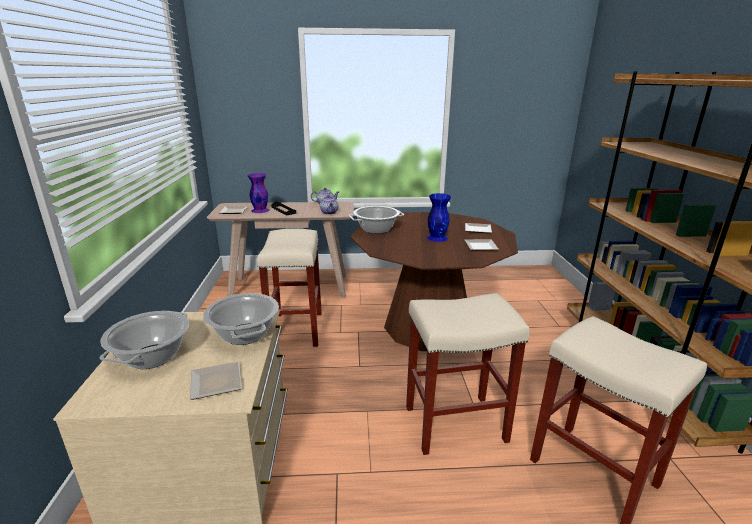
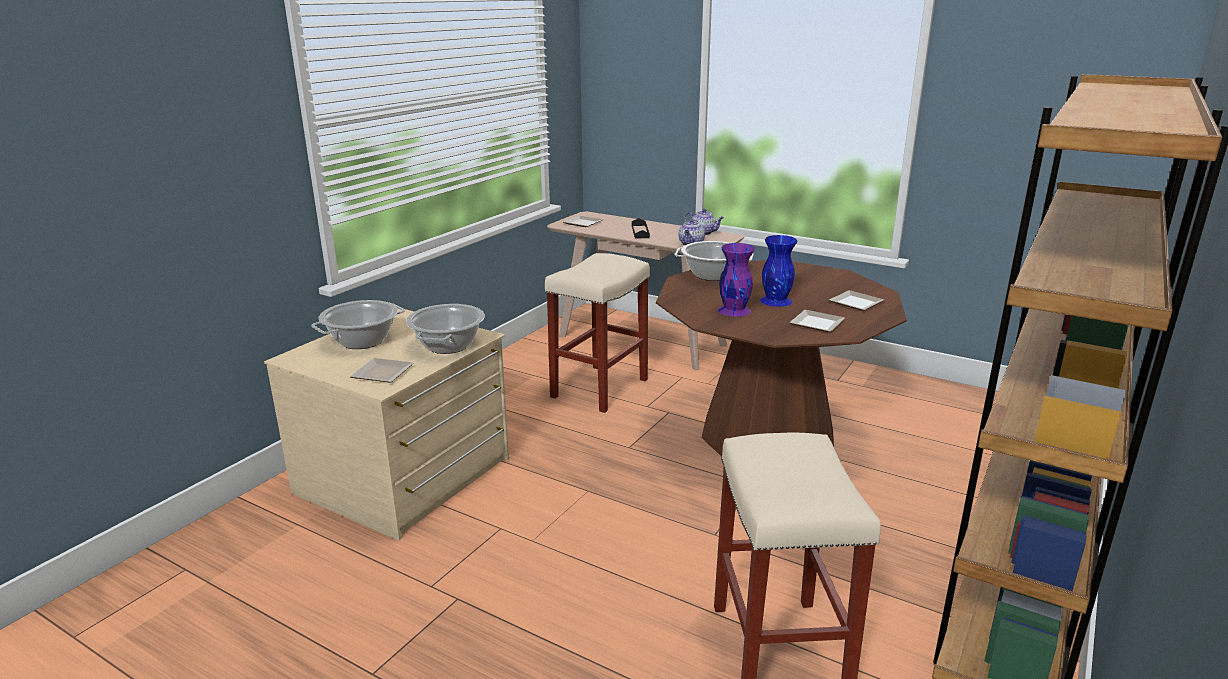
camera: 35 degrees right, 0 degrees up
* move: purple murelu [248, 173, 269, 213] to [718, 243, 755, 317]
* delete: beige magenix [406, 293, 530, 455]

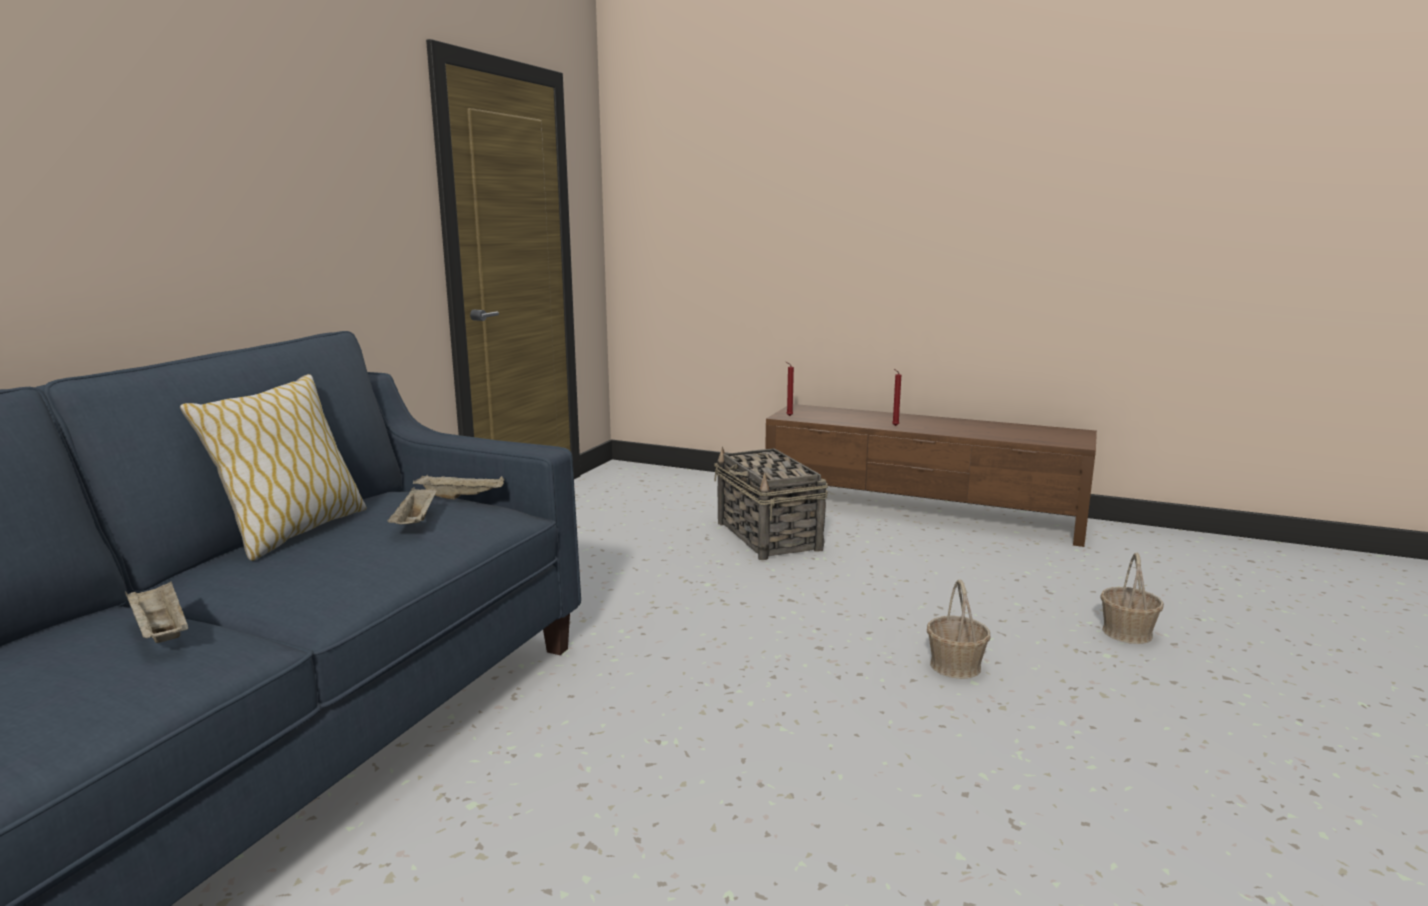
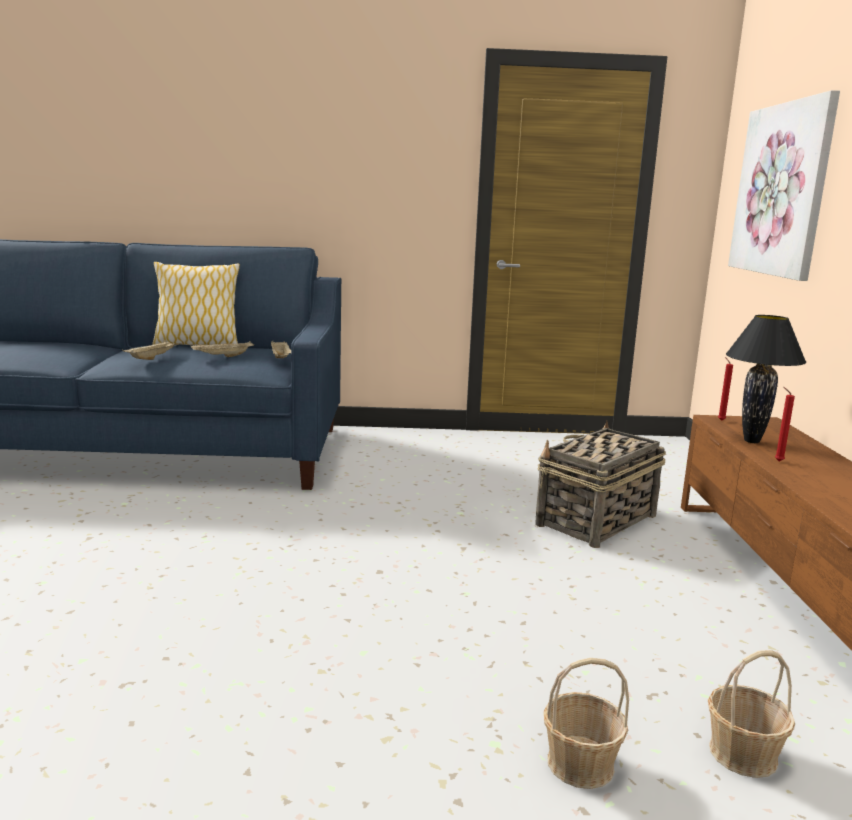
camera: 65 degrees right, 0 degrees up
* move: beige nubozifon [125, 580, 188, 643] to [123, 340, 182, 360]
* move: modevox [927, 580, 990, 679] to [708, 650, 795, 778]
* insert: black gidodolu [726, 315, 806, 443]
* insert: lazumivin [728, 90, 840, 281]

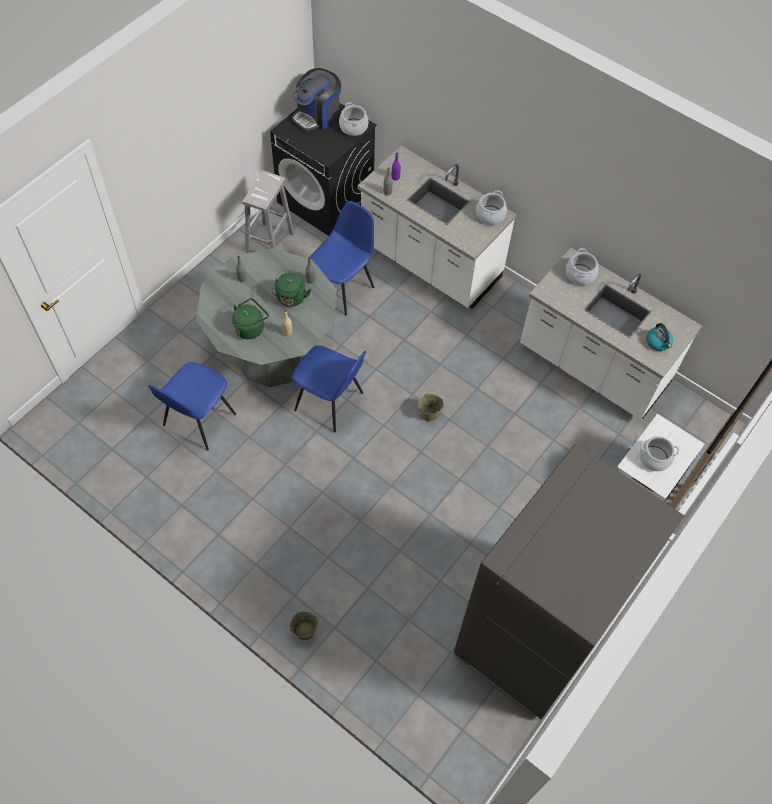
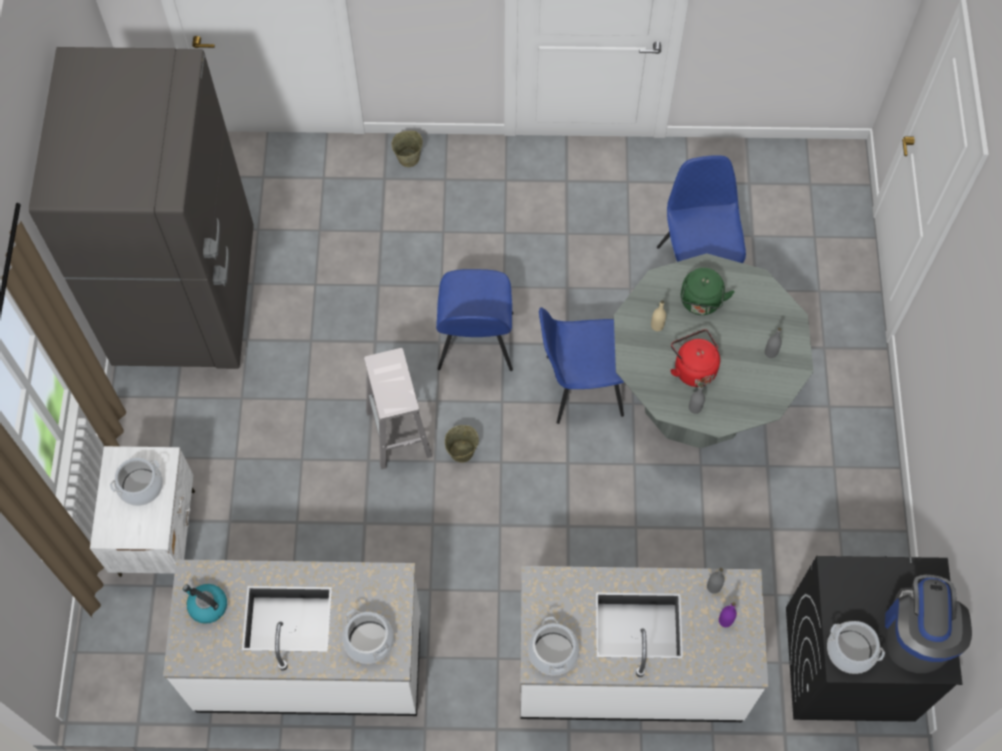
camera: 145 degrees right, 5 degrees up
* move: white magenix [242, 170, 294, 253] to [364, 348, 433, 470]
* recolor: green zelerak [272, 272, 311, 307] to red zelerak [670, 329, 720, 387]
* move: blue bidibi [310, 201, 374, 315] to [436, 269, 514, 371]

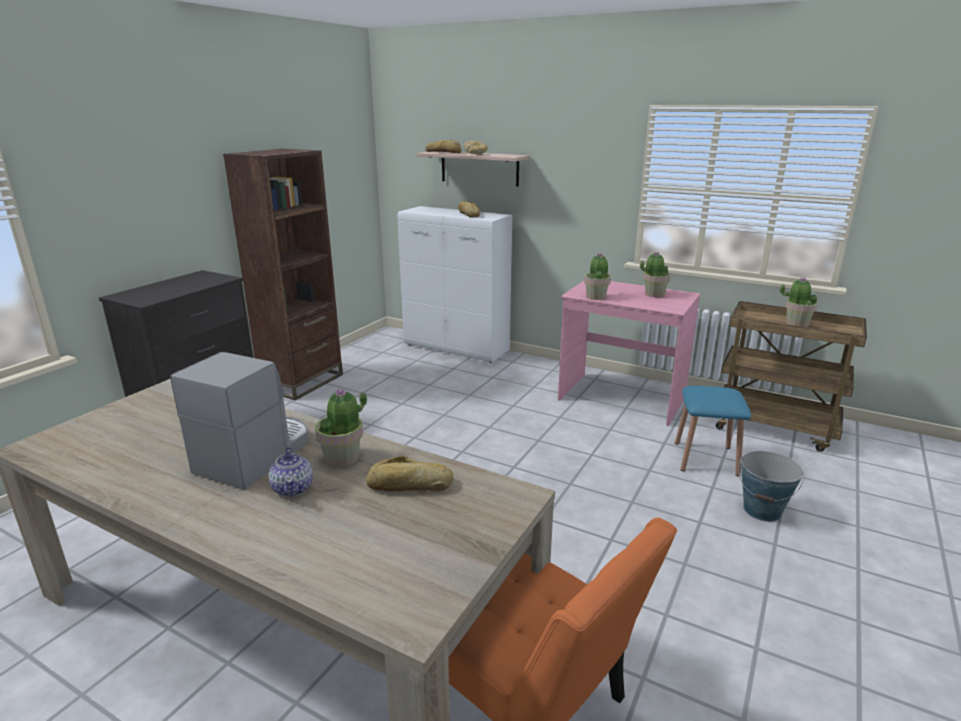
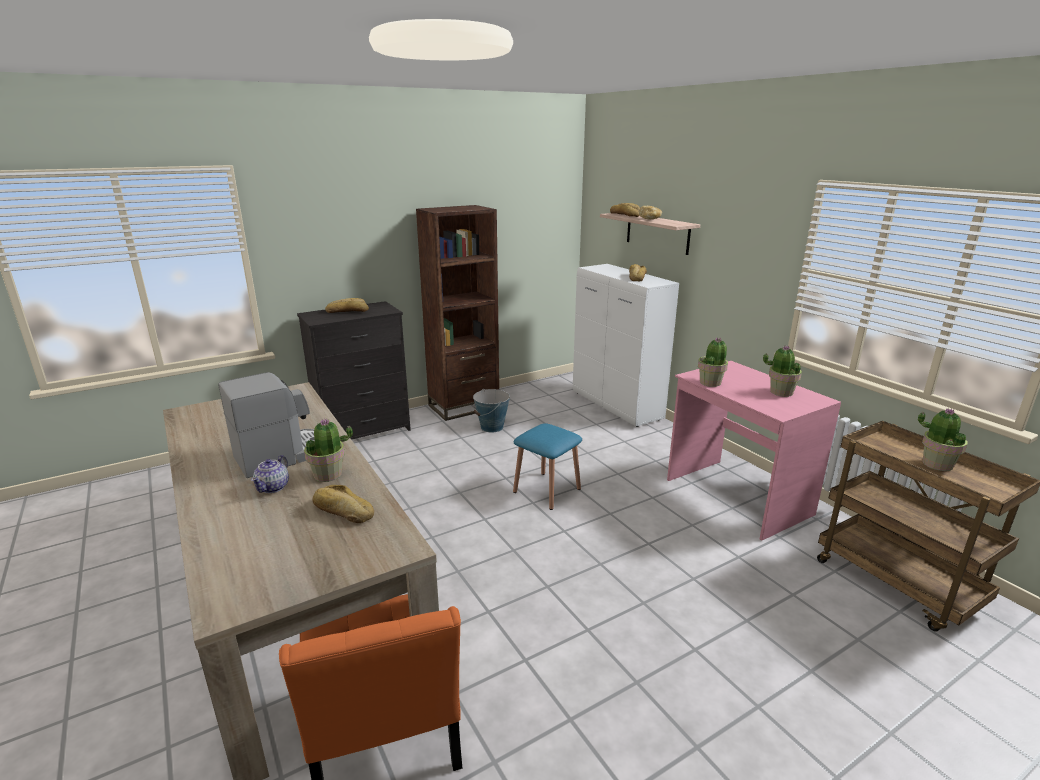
camera: 30 degrees right, 0 degrees up
* move: blue magenix [675, 386, 751, 476] to [513, 423, 582, 510]
* move: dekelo [738, 451, 805, 522] to [473, 389, 510, 433]
* insert: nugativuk [325, 298, 369, 313]

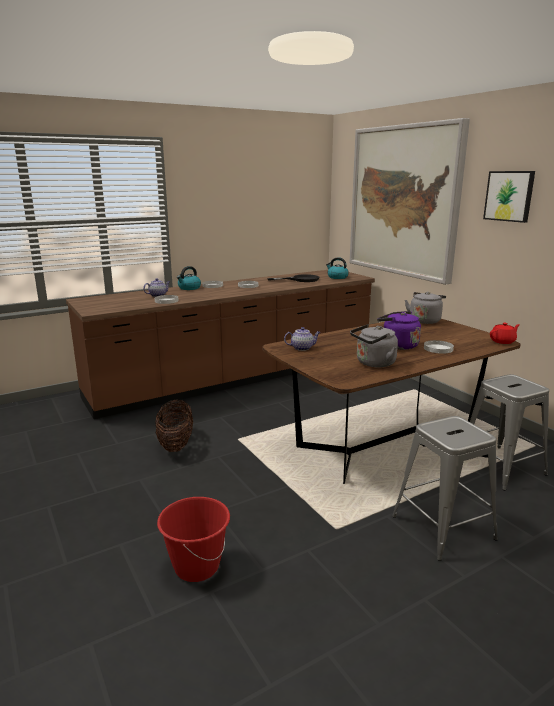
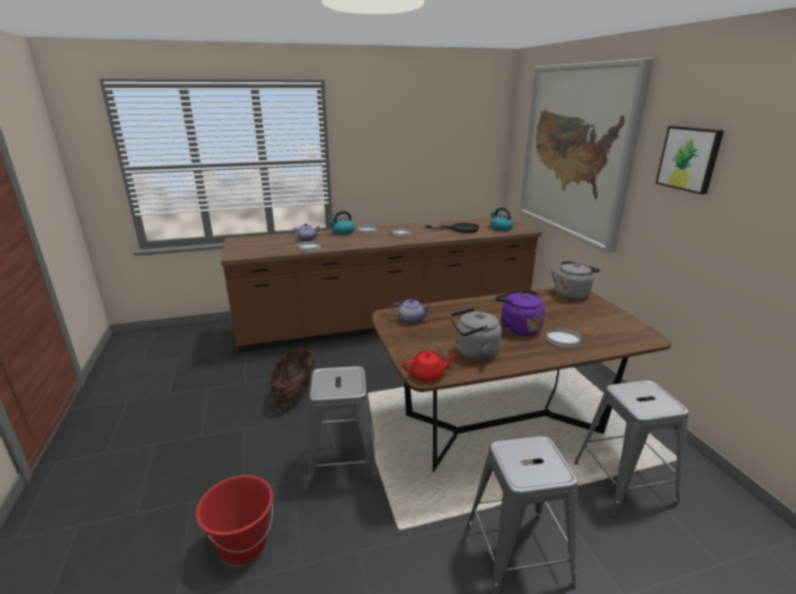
camera: 15 degrees right, 5 degrees up
* move: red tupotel [490, 323, 520, 344] to [403, 351, 456, 382]
* insert: grey magenix [308, 366, 379, 493]

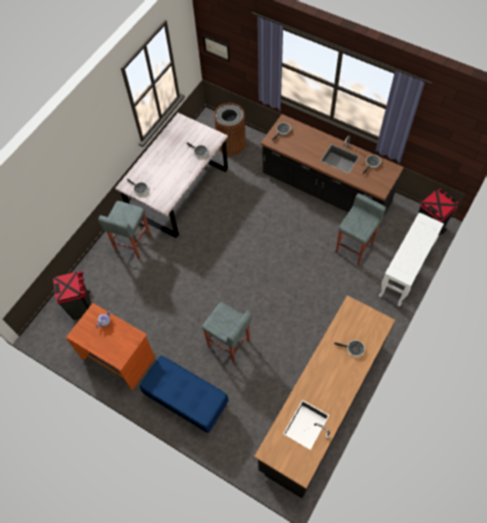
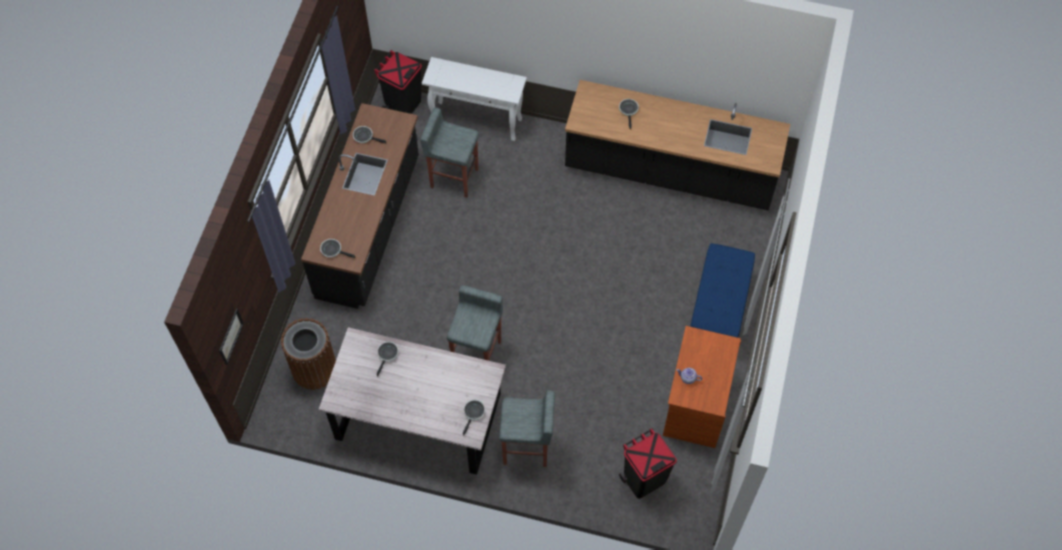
camera: 110 degrees left, 0 degrees up
* move: grey magenix [202, 302, 252, 363] to [447, 285, 503, 361]

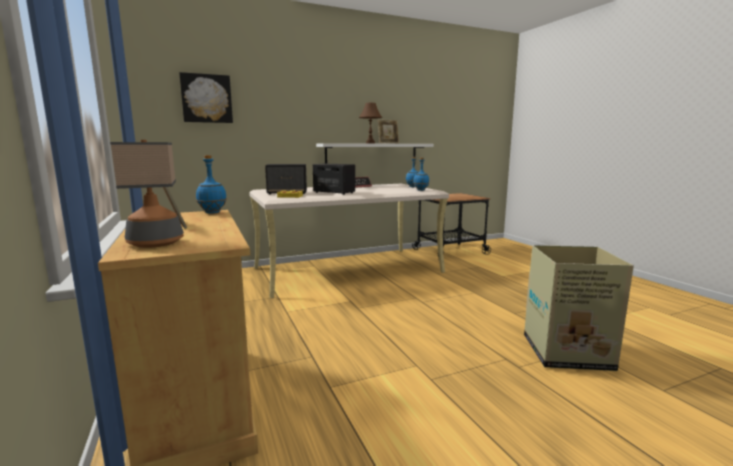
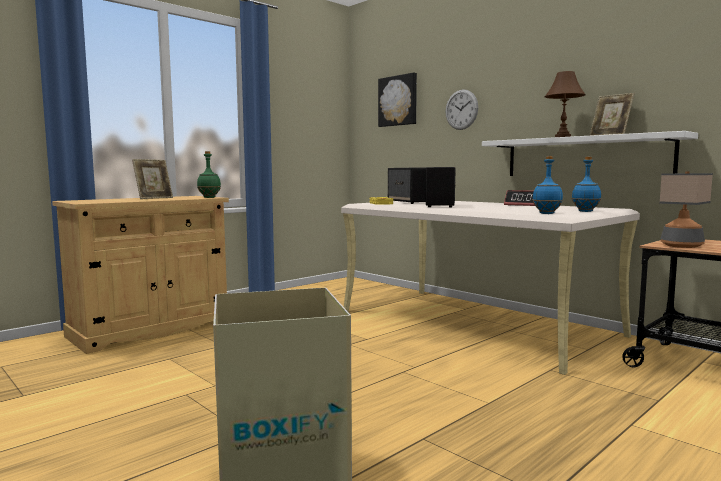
camera: 70 degrees right, 5 degrees down
* move: gidodolu [110, 140, 184, 248] to [659, 172, 713, 248]
* recolor: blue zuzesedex [196, 155, 227, 214] to green zuzesedex [197, 151, 221, 198]
* insert: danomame [445, 90, 478, 130]

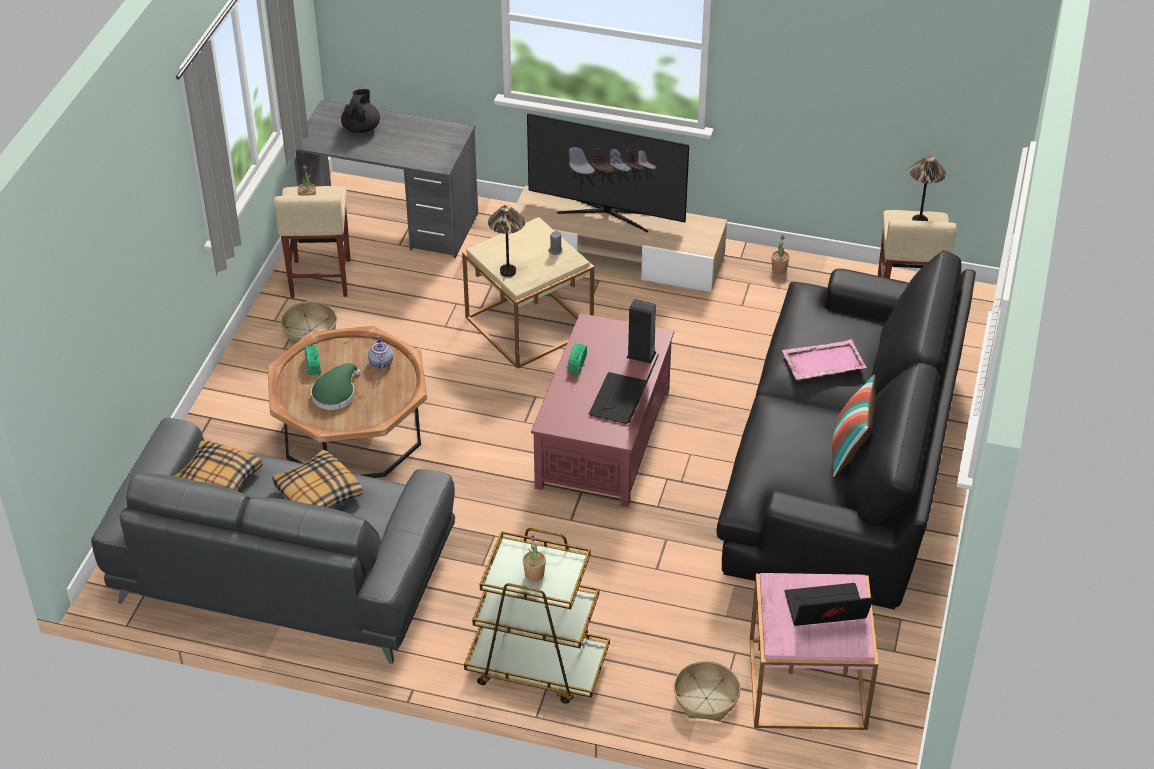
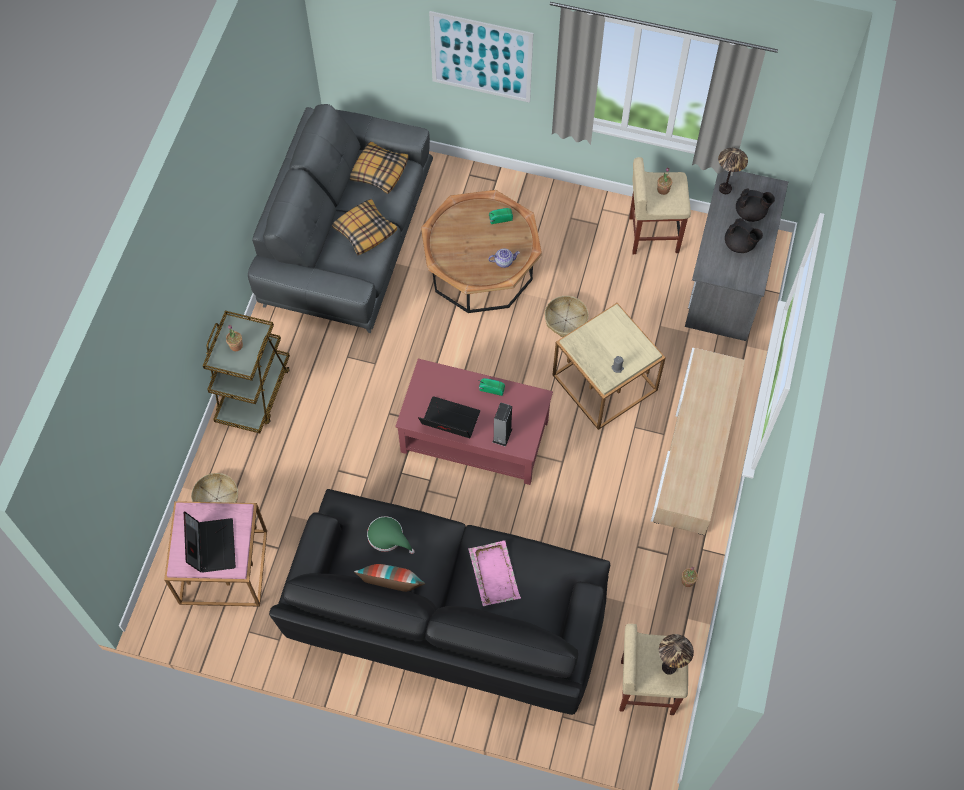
camera: 90 degrees right, 20 degrees up
* move: modevox [281, 301, 337, 344] to [545, 296, 589, 338]
* move: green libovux [311, 363, 360, 410] to [367, 516, 415, 554]
* move: gidodolu [488, 205, 525, 277] to [718, 148, 748, 194]
* delete: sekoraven [527, 113, 689, 232]
* insert: lazumivin [429, 11, 533, 103]
* insert: black tupotel [725, 218, 763, 253]

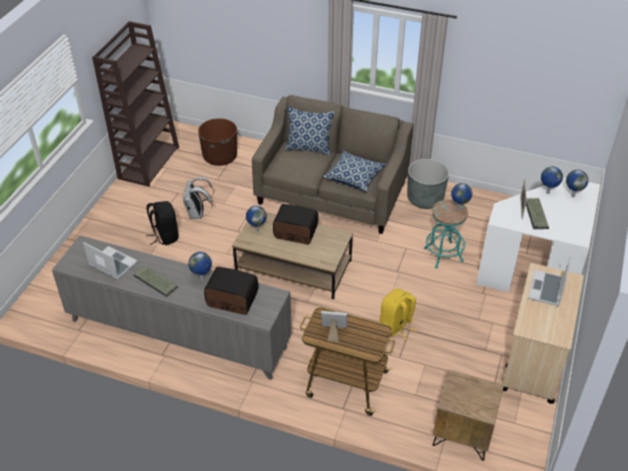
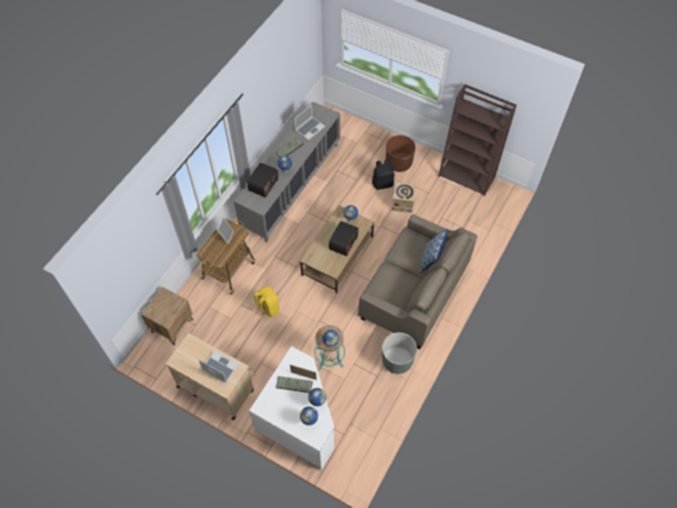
camera: 100 degrees right, 15 degrees up
* replace: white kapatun [183, 177, 214, 219] to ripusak [392, 182, 416, 213]
* move: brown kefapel [198, 118, 237, 166] to [386, 135, 416, 172]
* delete: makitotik [323, 151, 386, 192]

